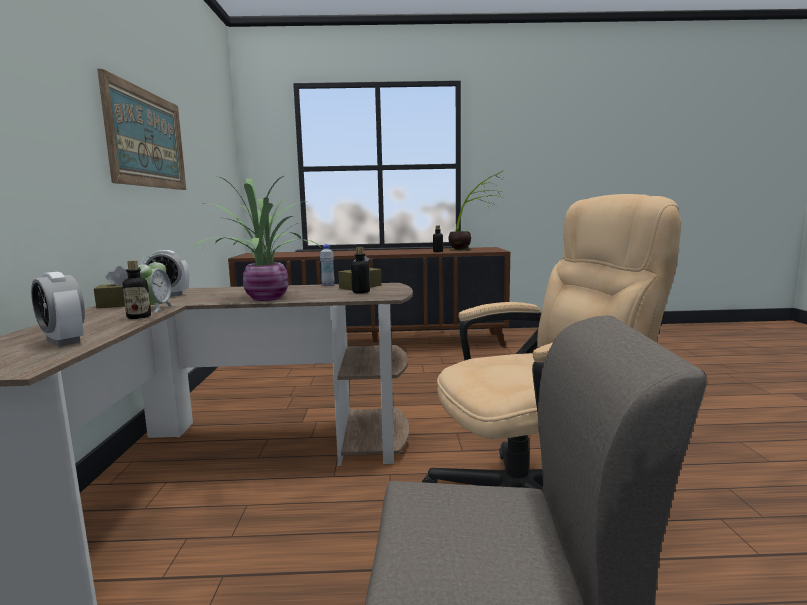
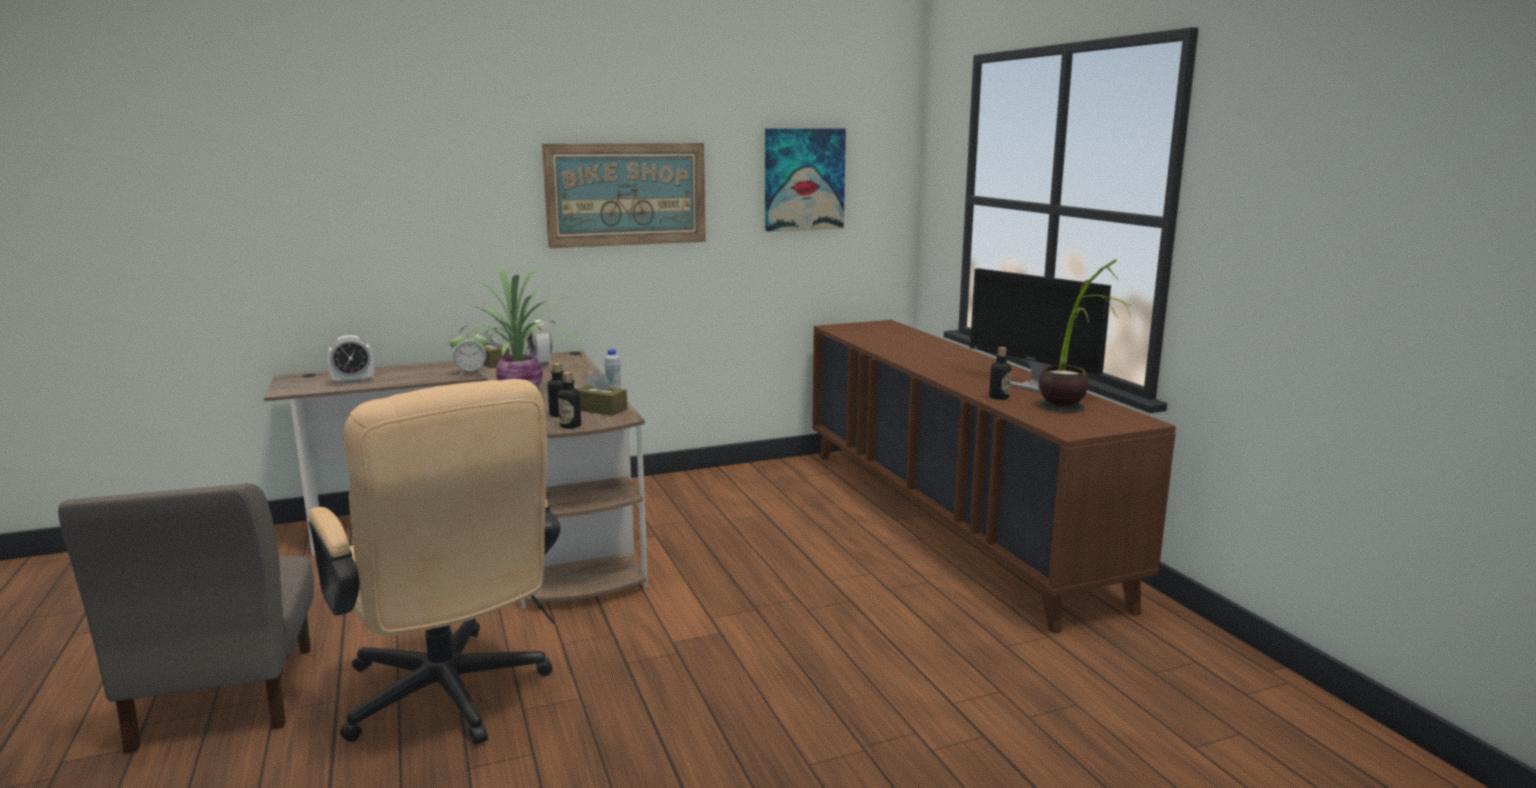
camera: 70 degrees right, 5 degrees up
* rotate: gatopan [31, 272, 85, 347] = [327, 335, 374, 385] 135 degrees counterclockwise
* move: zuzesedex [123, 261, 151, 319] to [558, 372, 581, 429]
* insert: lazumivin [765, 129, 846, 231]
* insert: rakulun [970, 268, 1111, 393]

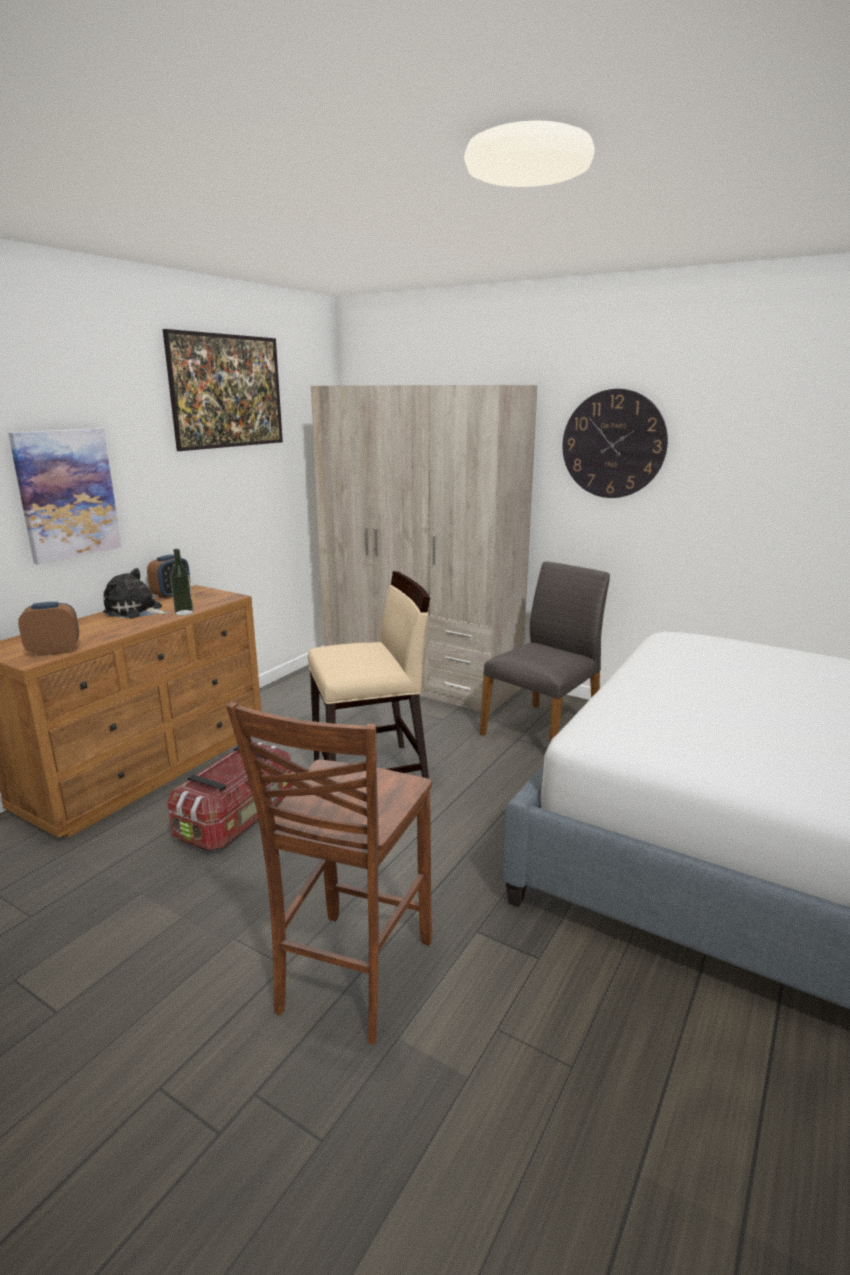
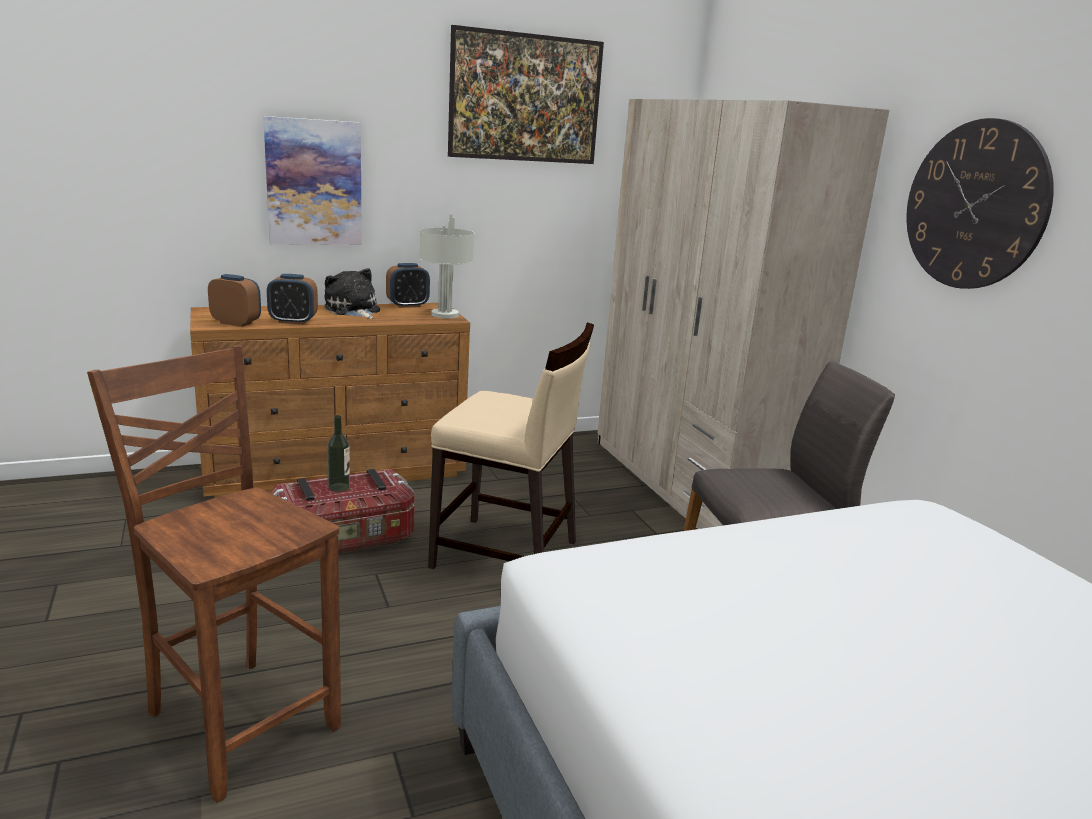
camera: 35 degrees right, 0 degrees up
* move: zuzesedex [170, 549, 193, 615] to [327, 415, 350, 492]
* rotate: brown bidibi [226, 702, 432, 1044] = [87, 346, 341, 803] 75 degrees clockwise
* insert: gatopan [267, 274, 318, 324]
* insert: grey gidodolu [419, 214, 474, 318]

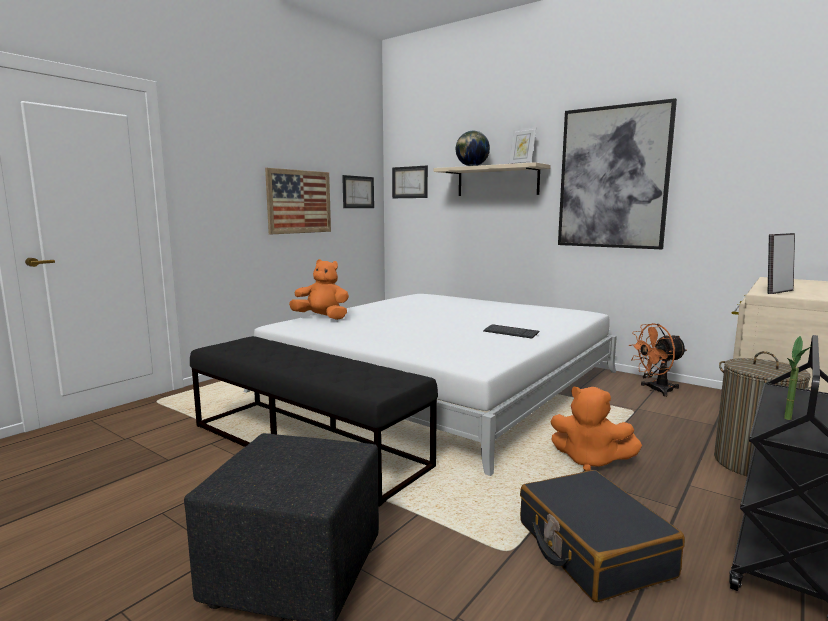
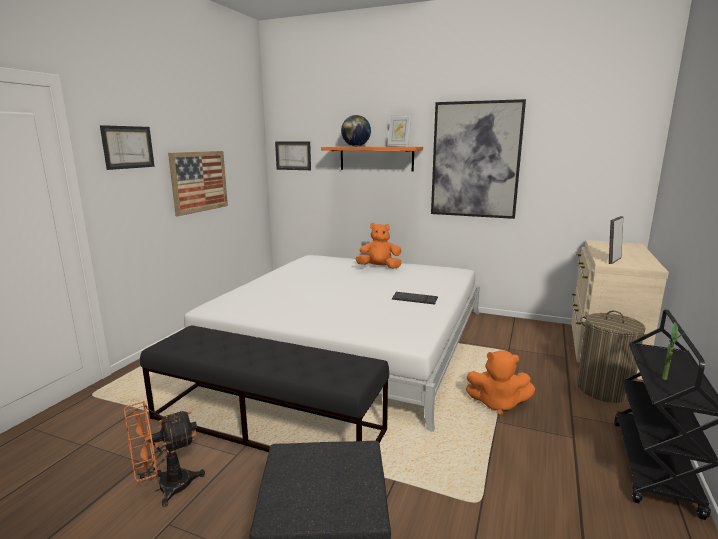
camera: 15 degrees left, 5 degrees up
* move: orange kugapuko [289, 259, 349, 320] to [355, 223, 401, 269]
* move: lazumivin [342, 175, 374, 208] to [100, 125, 155, 170]
* recolor: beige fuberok [434, 162, 551, 196] to orange fuberok [321, 147, 423, 171]
* delete: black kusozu [520, 470, 685, 602]
* move: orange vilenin [629, 323, 687, 397] to [124, 401, 205, 507]

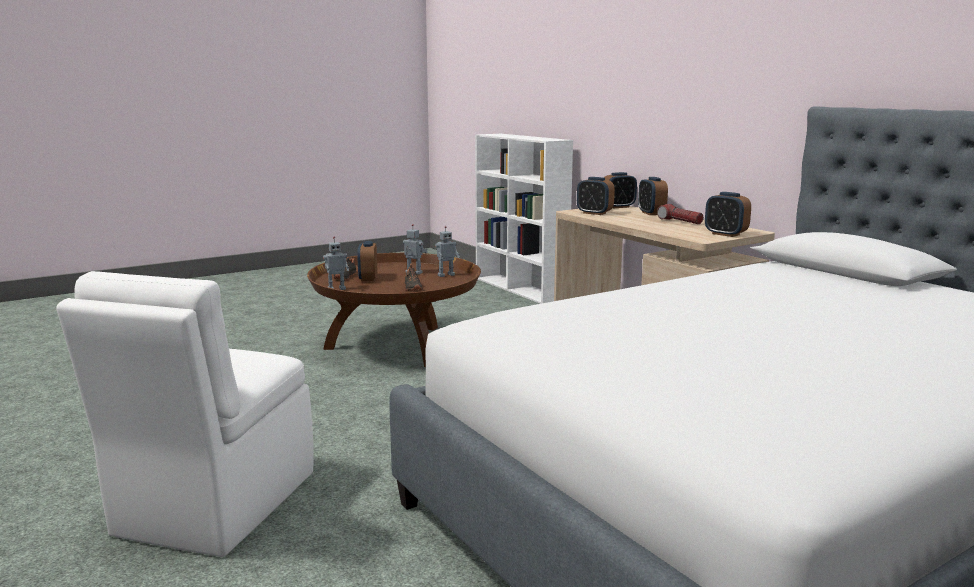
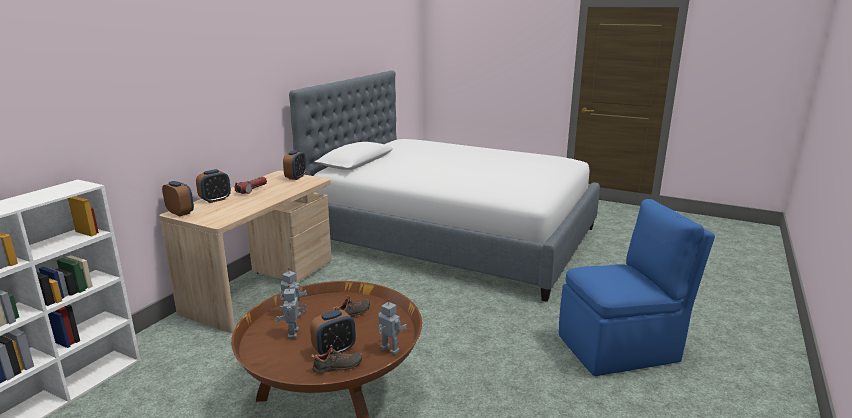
camera: 120 degrees left, 5 degrees up
* recolor: white bidibi [56, 271, 314, 557] to blue bidibi [559, 199, 715, 376]
* delete: gatopan [577, 177, 615, 215]

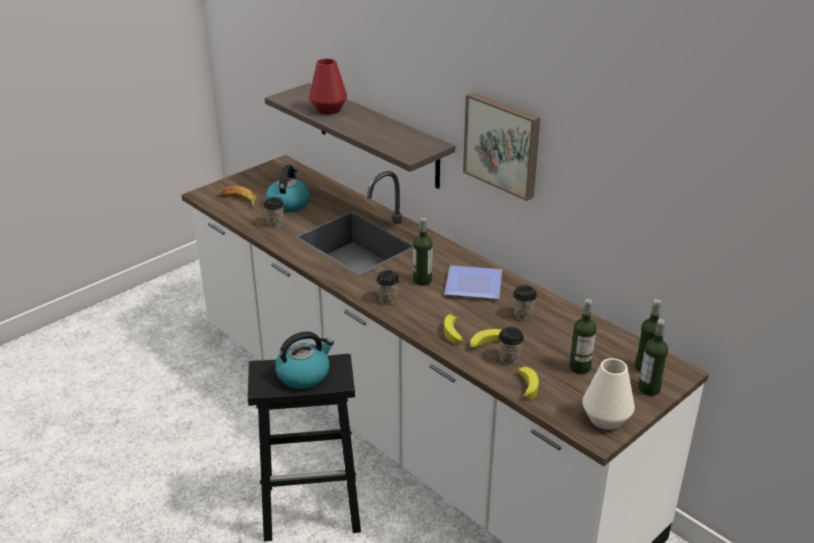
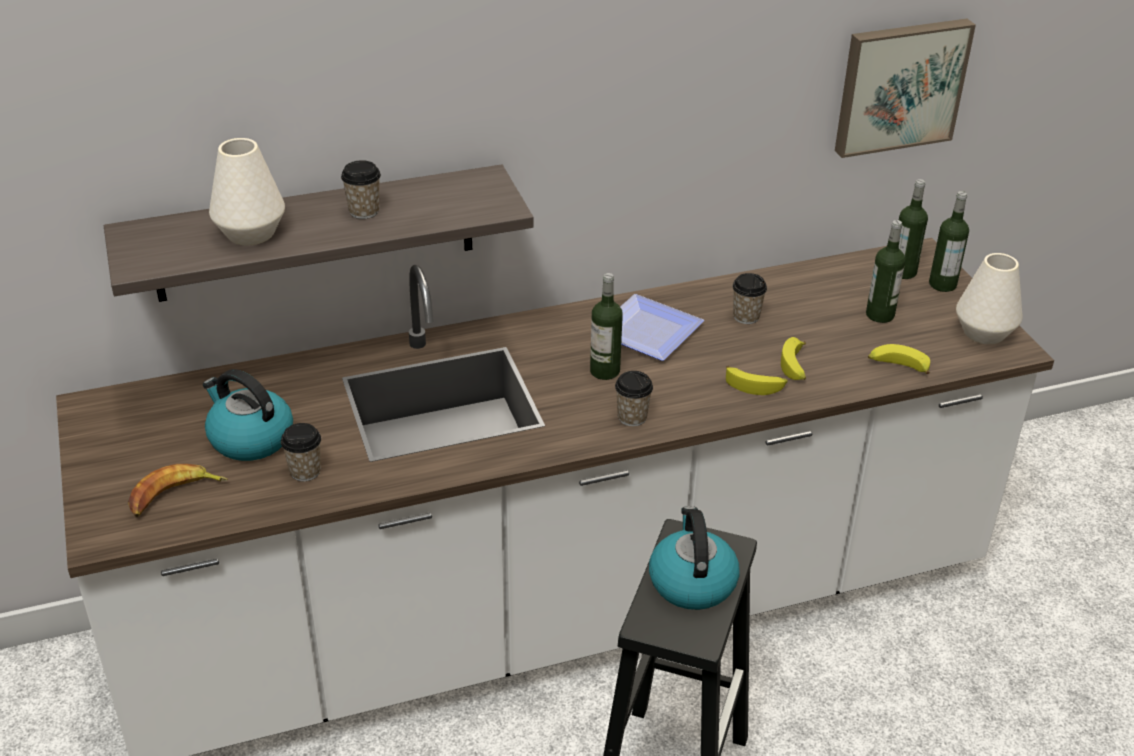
camera: 65 degrees left, 5 degrees up
* recolor: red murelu [309, 58, 347, 115] to white murelu [209, 138, 285, 245]
* move: lazumivin [463, 92, 540, 201] to [835, 19, 976, 158]
* move: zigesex [498, 327, 524, 365] to [341, 160, 381, 219]

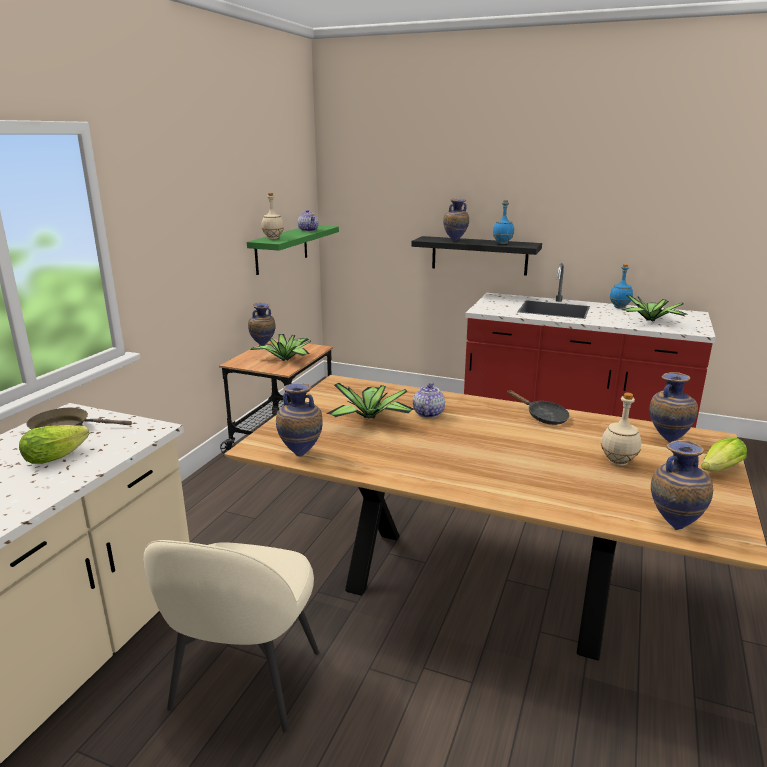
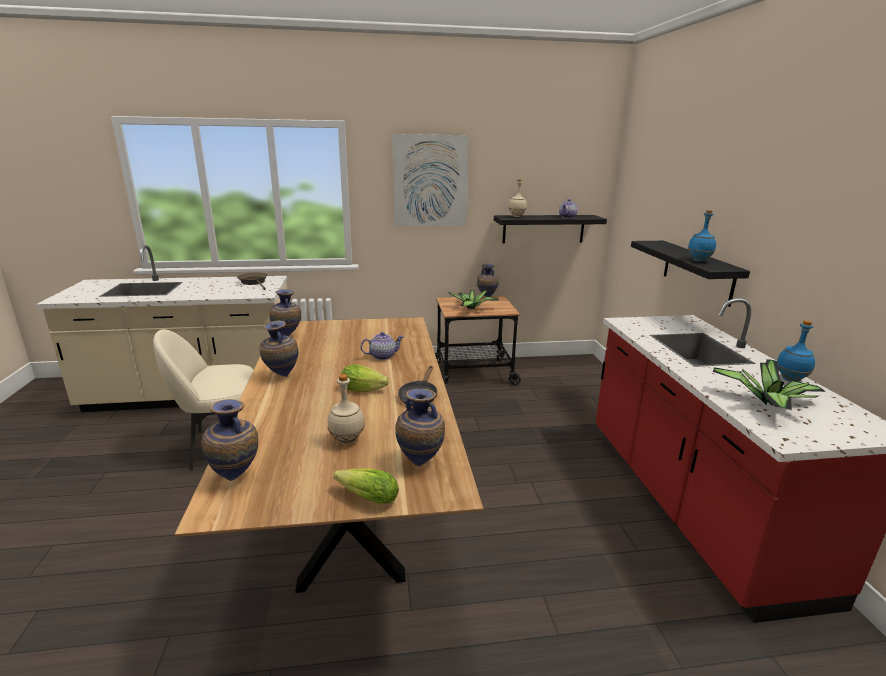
camera: 60 degrees right, 0 degrees up
* move: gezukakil [19, 425, 89, 464] to [341, 364, 389, 392]
* recolor: green fuberok [247, 225, 339, 275] to black fuberok [494, 215, 607, 243]
* delete: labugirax [326, 383, 414, 420]
* move: murelu [443, 198, 469, 241] to [260, 321, 299, 377]
* insert: lazumivin [392, 134, 469, 226]

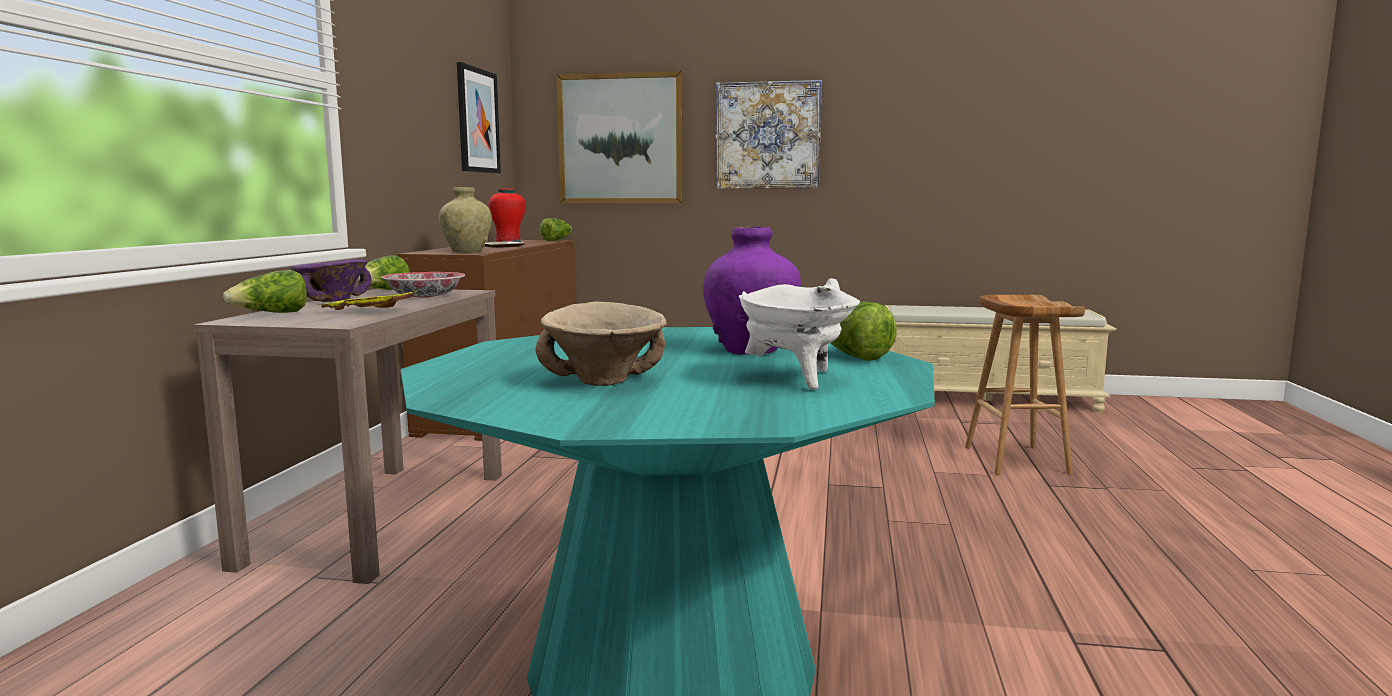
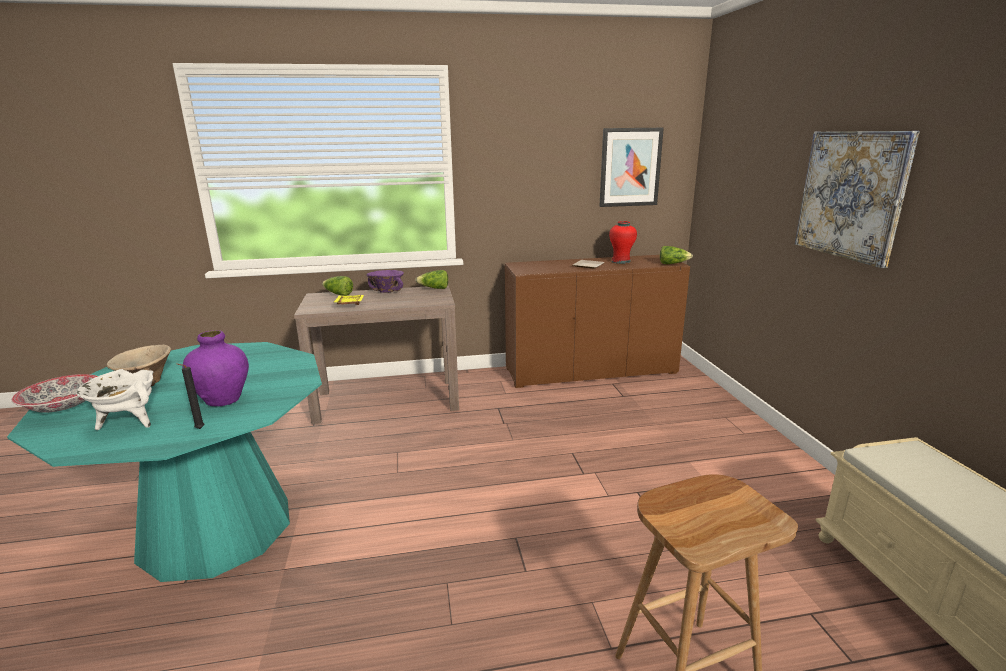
camera: 70 degrees right, 10 degrees up
* move: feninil [381, 272, 465, 298] to [12, 374, 98, 412]
* delete: beige murelu [439, 187, 492, 253]
* delete: lazumivin [557, 71, 683, 203]
* replace: gezukakil [830, 302, 897, 361] to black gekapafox [177, 363, 205, 429]

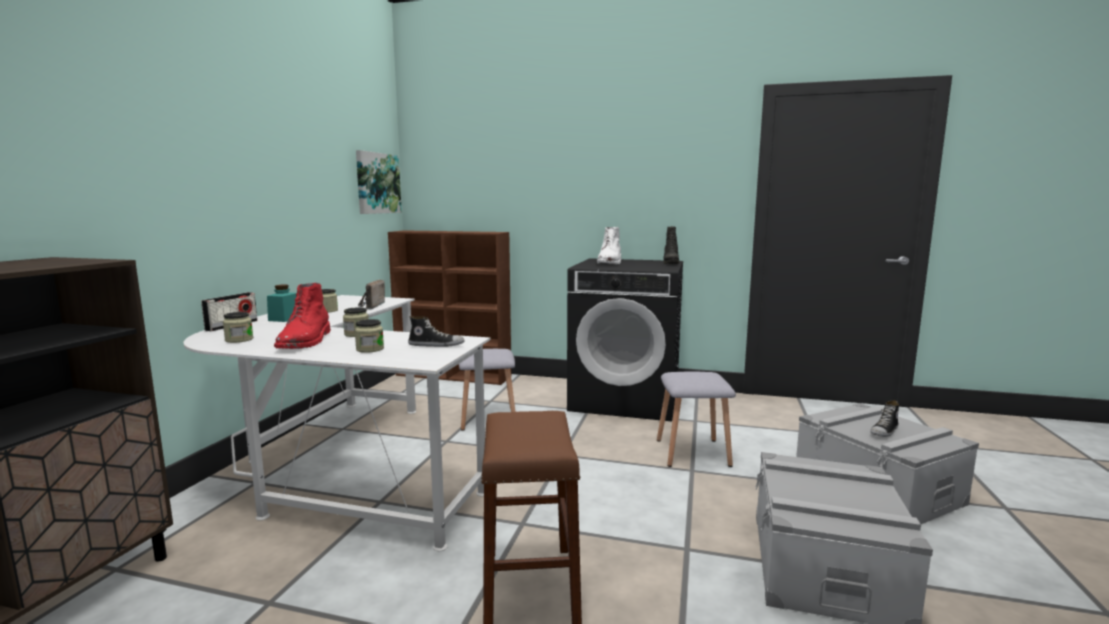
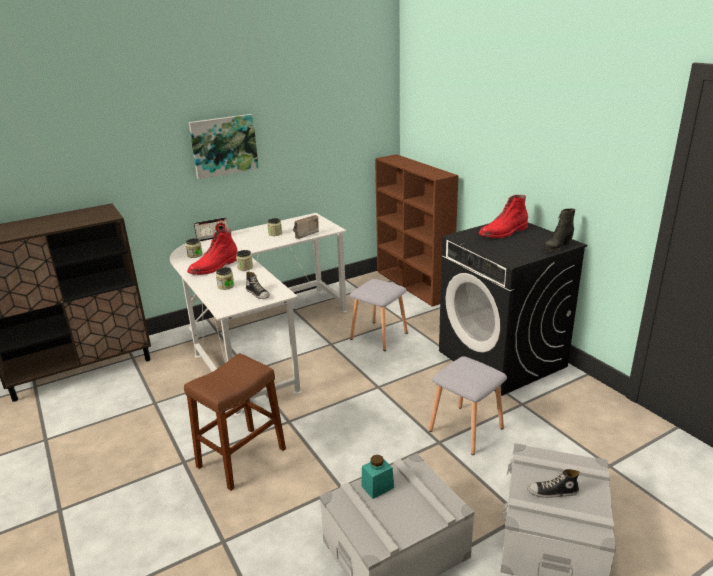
camera: 45 degrees right, 15 degrees up
* move: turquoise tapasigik [267, 285, 297, 322] to [361, 455, 394, 499]
* move: lazumivin [356, 150, 402, 214] to [189, 114, 259, 179]
* recolor: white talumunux [597, 227, 621, 265] to red talumunux [479, 195, 528, 238]

